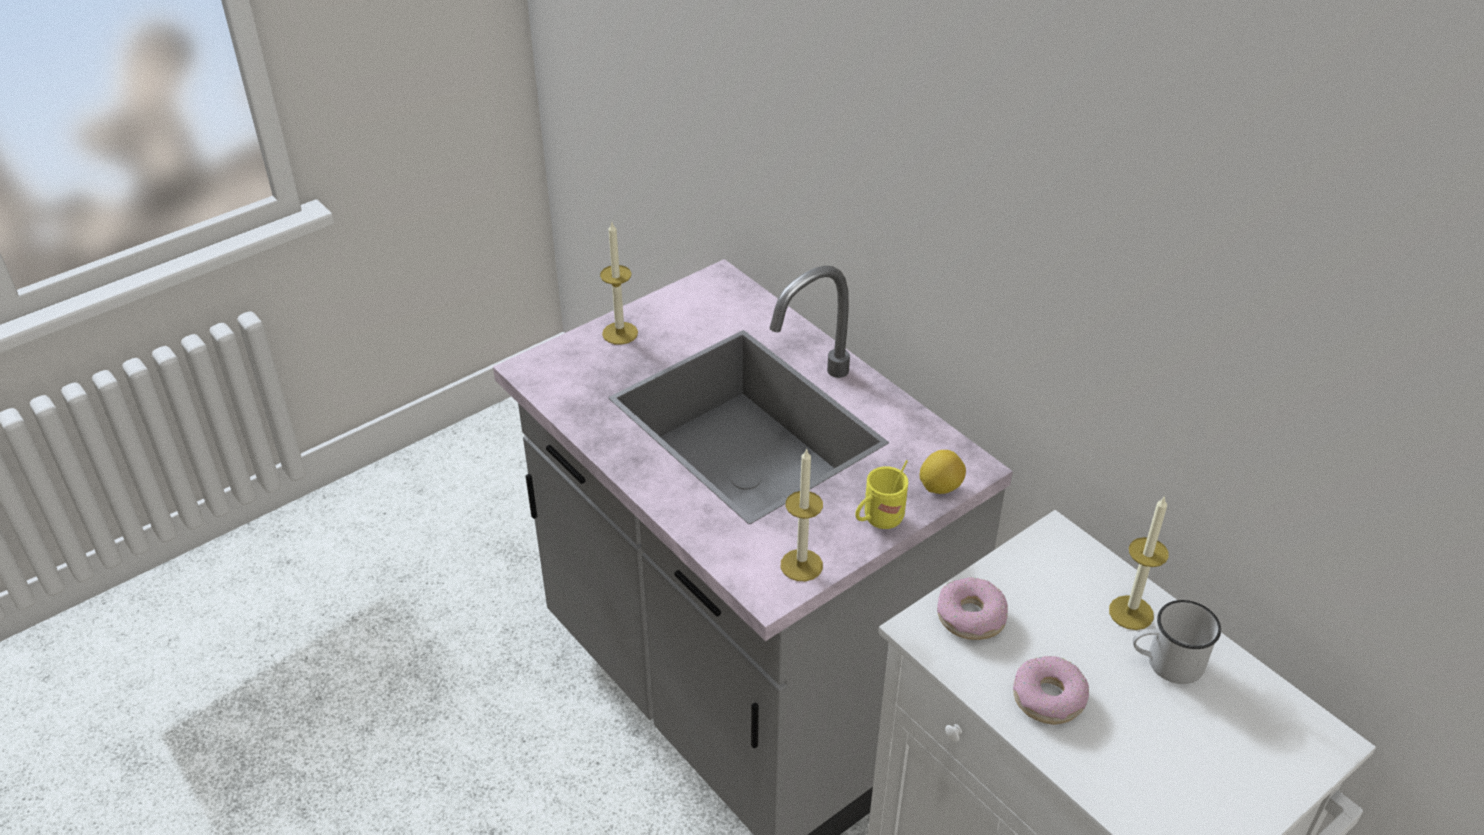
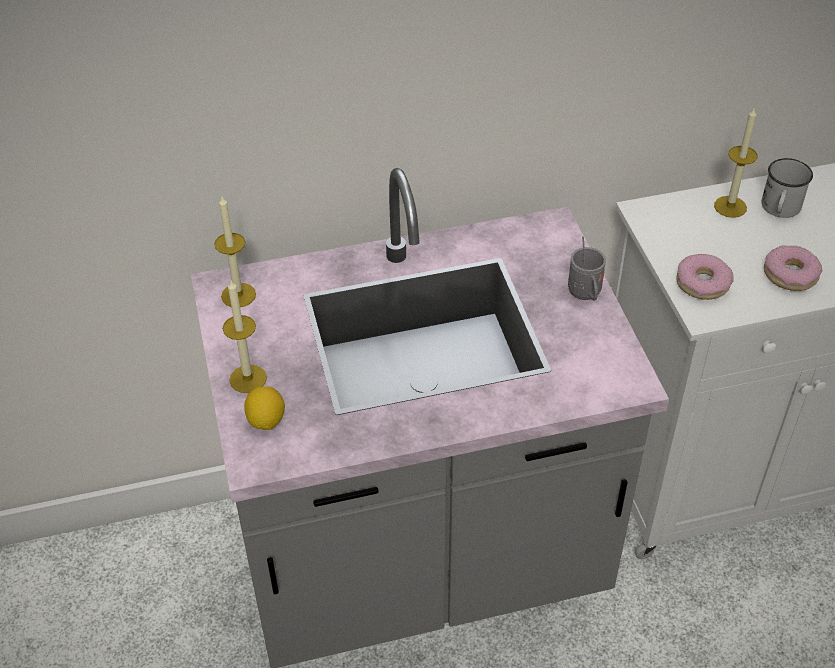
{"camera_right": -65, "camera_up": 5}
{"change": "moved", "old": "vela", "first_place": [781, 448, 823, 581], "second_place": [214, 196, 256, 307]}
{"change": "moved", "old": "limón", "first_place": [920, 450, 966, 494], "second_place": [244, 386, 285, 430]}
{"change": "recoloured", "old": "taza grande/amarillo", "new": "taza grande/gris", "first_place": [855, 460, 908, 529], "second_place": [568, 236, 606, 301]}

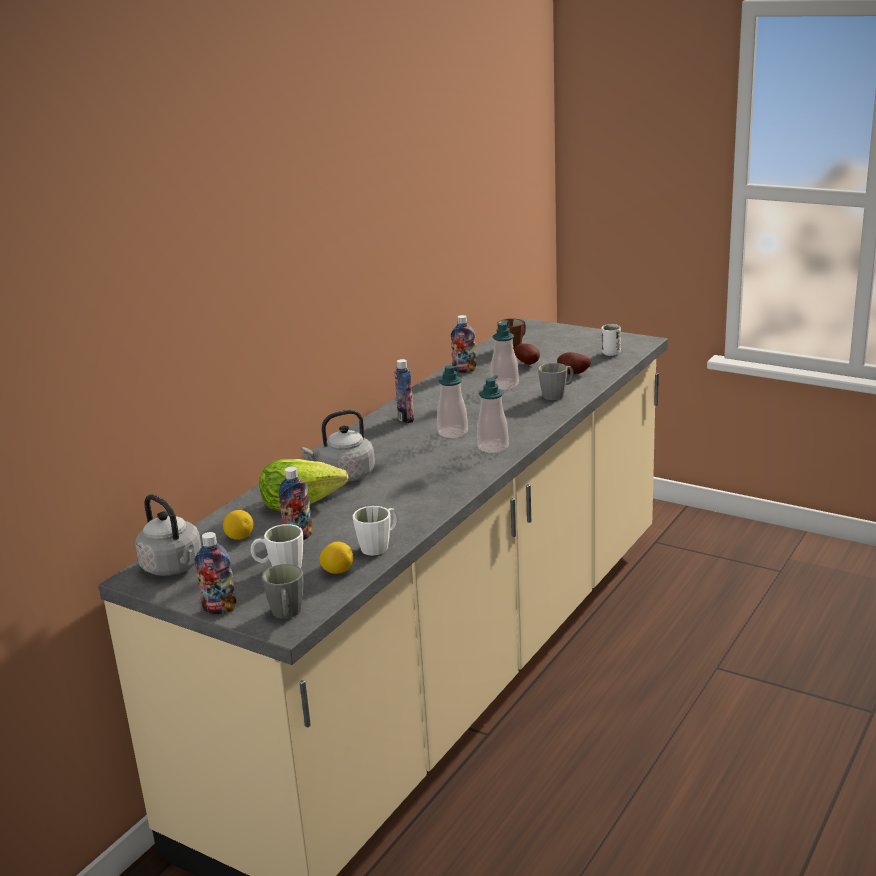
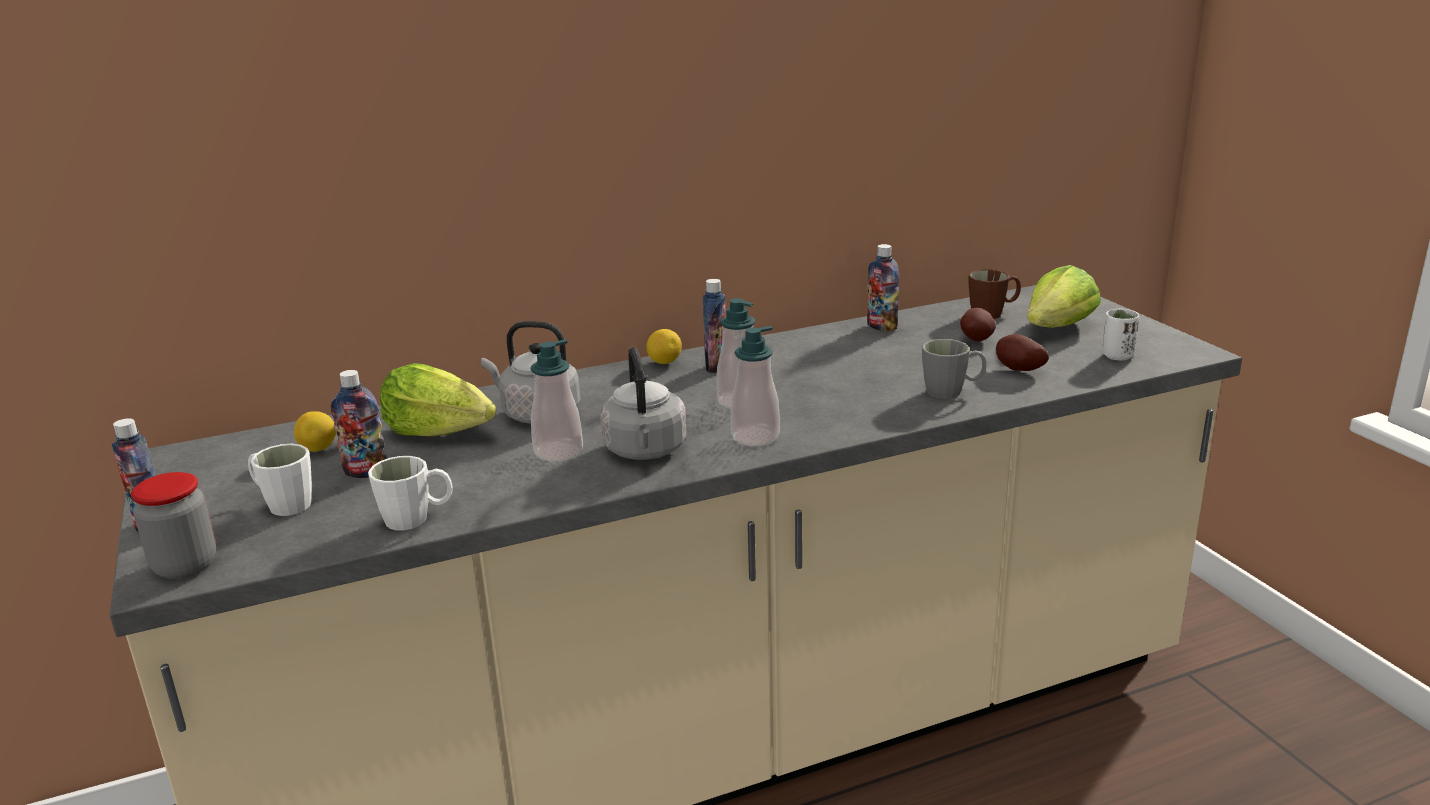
{"camera_right": 35, "camera_up": 0}
{"change": "added", "new": "lechuga", "second_place": [1027, 265, 1101, 328]}
{"change": "moved", "old": "hervidor/gris", "first_place": [135, 494, 202, 576], "second_place": [600, 347, 686, 460]}
{"change": "moved", "old": "limón", "first_place": [320, 542, 353, 574], "second_place": [646, 329, 682, 364]}
{"change": "moved", "old": "dispensador de jabón", "first_place": [491, 320, 519, 390], "second_place": [530, 339, 583, 462]}
{"change": "replaced", "old": "taza grande/gris", "new": "tarro", "first_place": [261, 564, 303, 619], "second_place": [131, 472, 216, 579]}

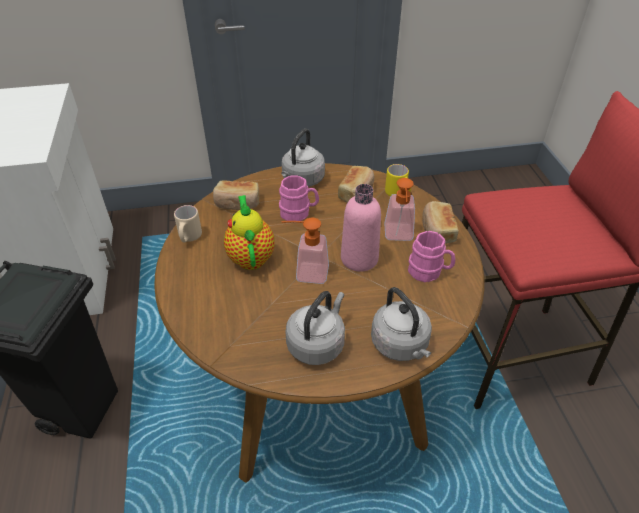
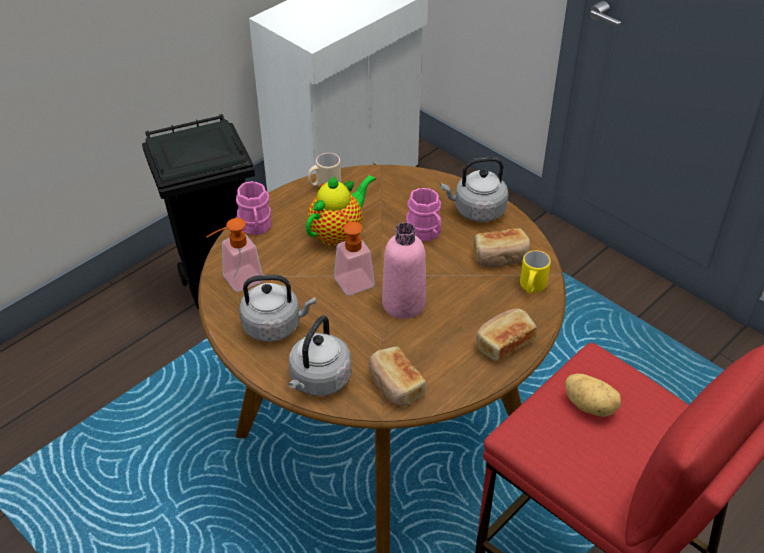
{"camera_right": 55, "camera_up": 0}
{"change": "added", "new": "patata", "second_place": [565, 374, 621, 417]}
{"change": "moved", "old": "pan", "first_place": [213, 180, 259, 210], "second_place": [368, 347, 426, 406]}
{"change": "moved", "old": "dispensador de jabón", "first_place": [384, 178, 415, 241], "second_place": [206, 218, 263, 292]}
{"change": "moved", "old": "taza grande/rosa", "first_place": [408, 231, 455, 282], "second_place": [236, 181, 272, 235]}

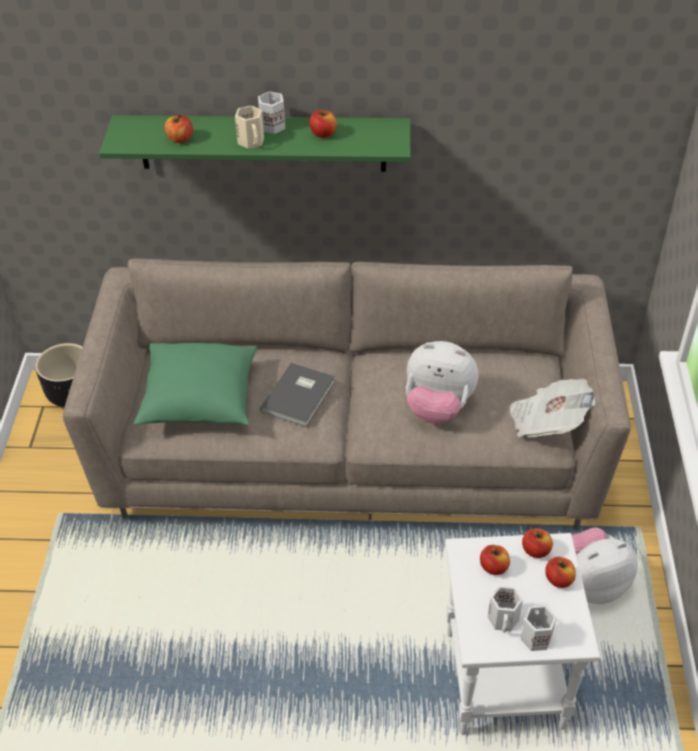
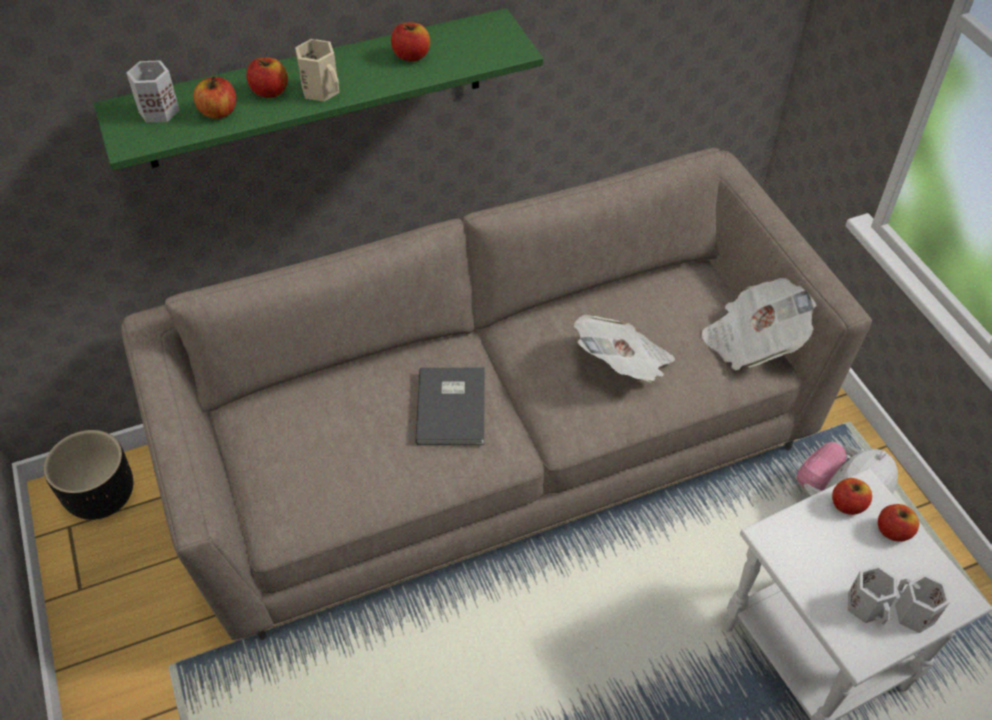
{"camera_right": -25, "camera_up": 5}
{"change": "removed", "old": "cojín/verde", "first_place": [134, 343, 258, 426]}
{"change": "moved", "old": "taza grande/blanco", "first_place": [258, 91, 285, 134], "second_place": [126, 60, 180, 123]}
{"change": "moved", "old": "manzana", "first_place": [480, 545, 510, 575], "second_place": [246, 58, 288, 98]}
{"change": "replaced", "old": "peluche", "new": "periódico", "first_place": [406, 341, 479, 424], "second_place": [574, 315, 675, 382]}

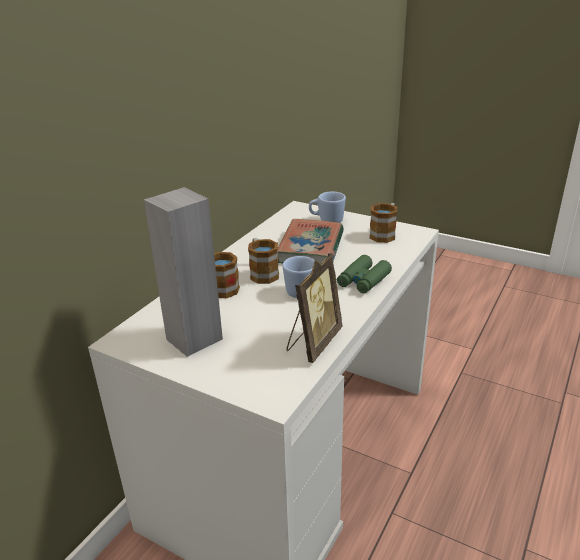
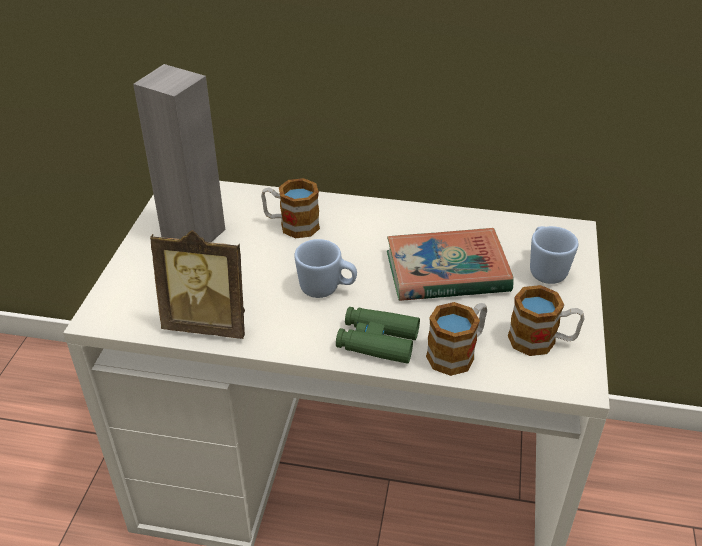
{"camera_right": 70, "camera_up": 10}
{"change": "moved", "old": "taza grande", "first_place": [248, 238, 279, 284], "second_place": [426, 302, 487, 376]}

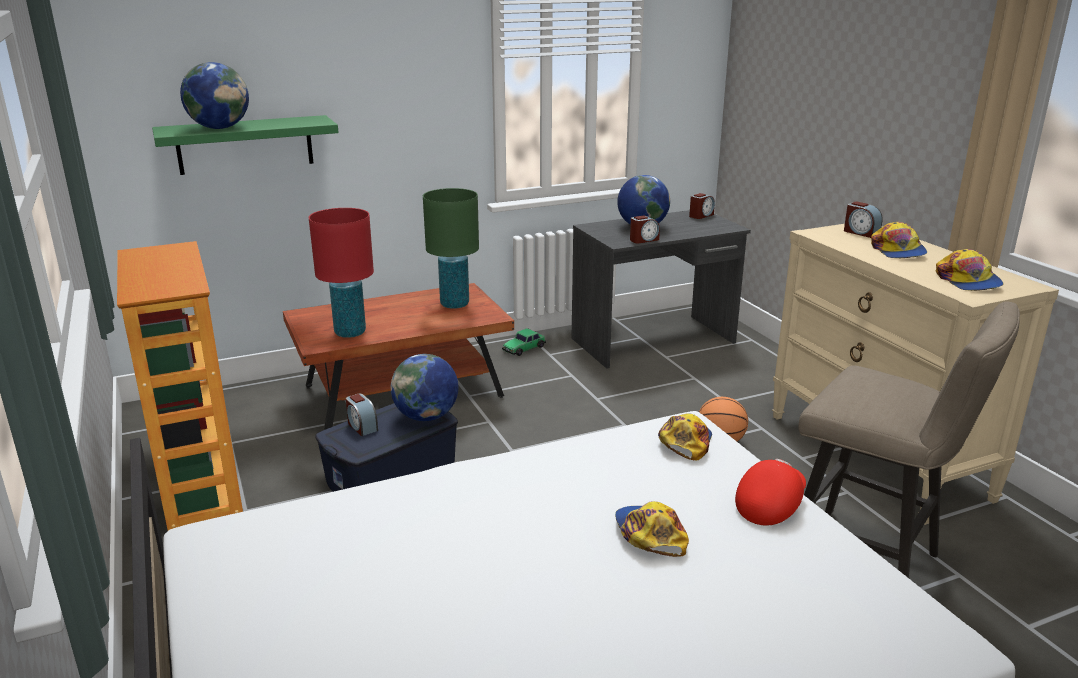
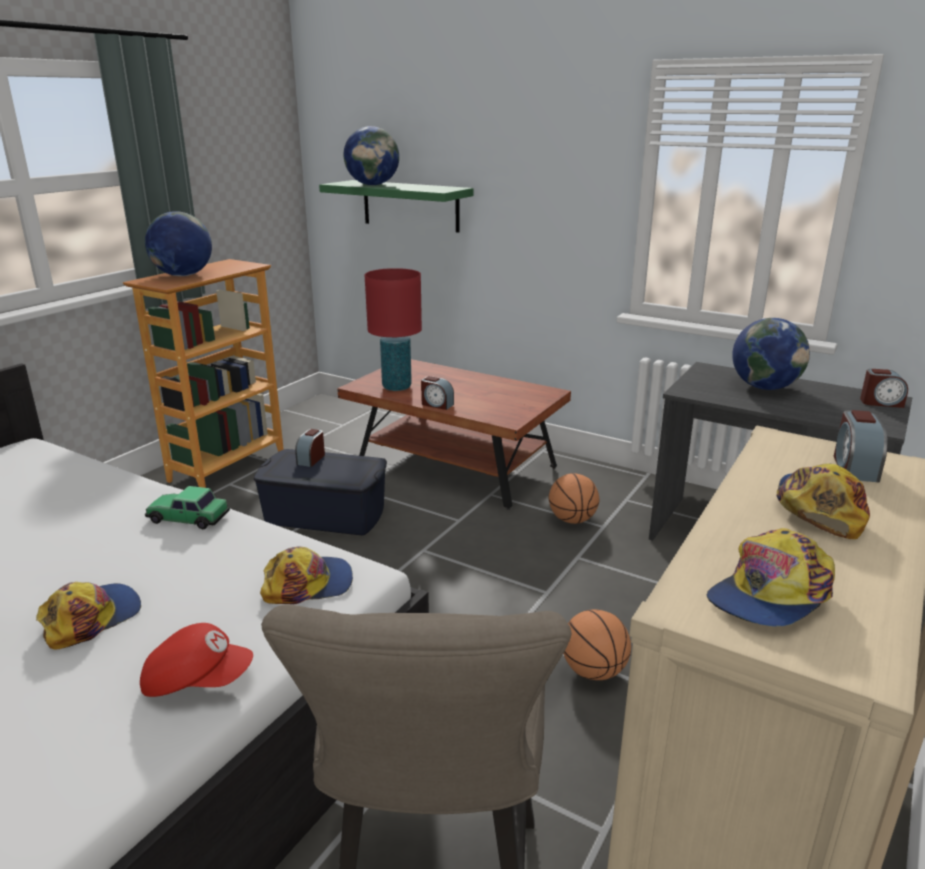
{"camera_right": 55, "camera_up": 0}
{"change": "removed", "old": "lámpara de mesa/verde", "first_place": [423, 188, 479, 309]}
{"change": "added", "new": "balón de baloncesto", "second_place": [549, 473, 600, 524]}
{"change": "moved", "old": "globo terráqueo", "first_place": [391, 354, 458, 421], "second_place": [145, 211, 212, 276]}
{"change": "moved", "old": "coche de juguete", "first_place": [502, 328, 546, 356], "second_place": [145, 486, 230, 530]}
{"change": "moved", "old": "despertador", "first_place": [630, 215, 660, 243], "second_place": [421, 376, 454, 410]}
{"change": "turned", "old": "gorra", "first_place": [871, 222, 927, 258], "second_place": [776, 463, 870, 539], "degrees": 150}

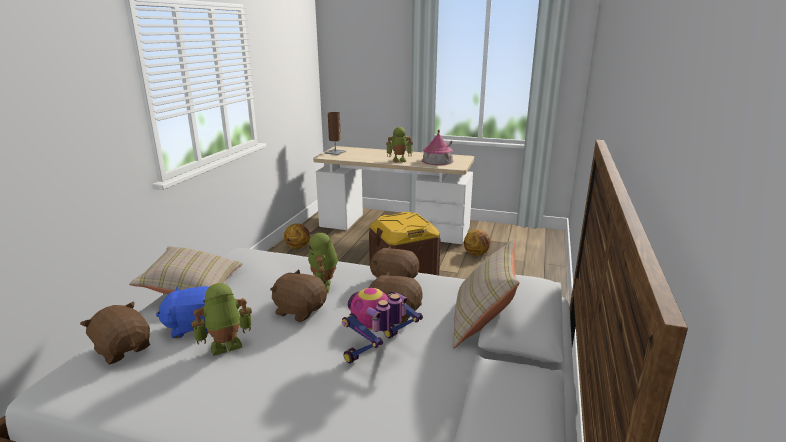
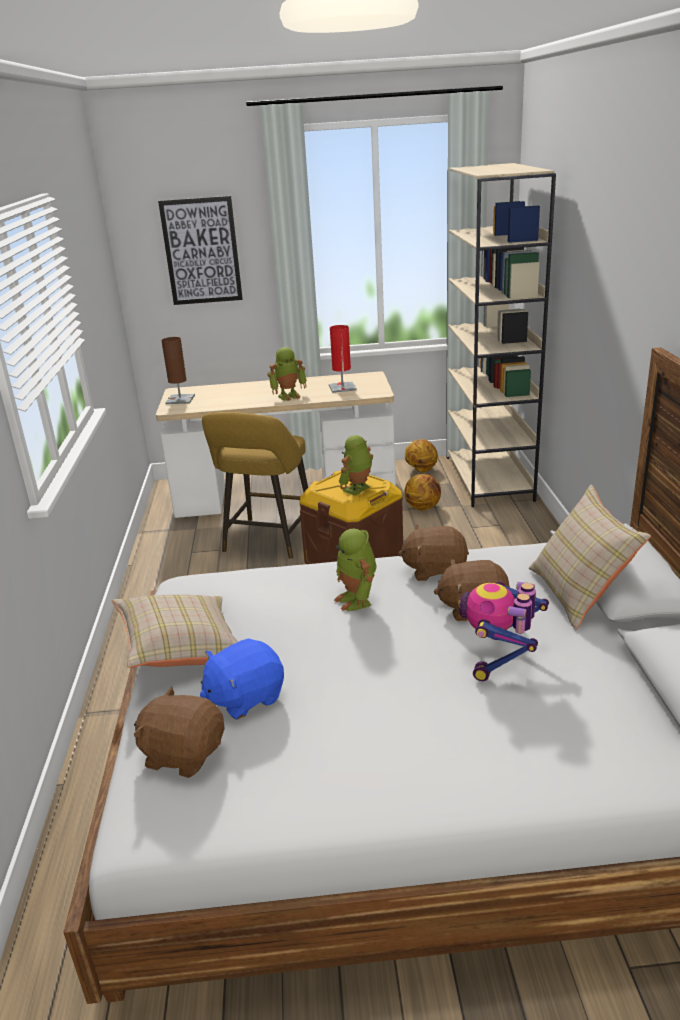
{"camera_right": -20, "camera_up": 5}
{"change": "removed", "old": "peluche/marrón", "first_place": [270, 270, 327, 322]}
{"change": "added", "new": "cuadro", "second_place": [158, 196, 243, 305]}
{"change": "added", "new": "taburete/amarillo", "second_place": [202, 412, 308, 559]}
{"change": "added", "new": "estantería/beis", "second_place": [446, 163, 556, 507]}
{"change": "moved", "old": "robot de juguete", "first_place": [192, 283, 252, 356], "second_place": [339, 435, 373, 496]}
{"change": "moved", "old": "balón de baloncesto", "first_place": [284, 224, 310, 249], "second_place": [405, 439, 438, 473]}
{"change": "replaced", "old": "casita", "new": "lámpara de mesa/rojo", "first_place": [422, 130, 454, 165], "second_place": [329, 325, 357, 393]}

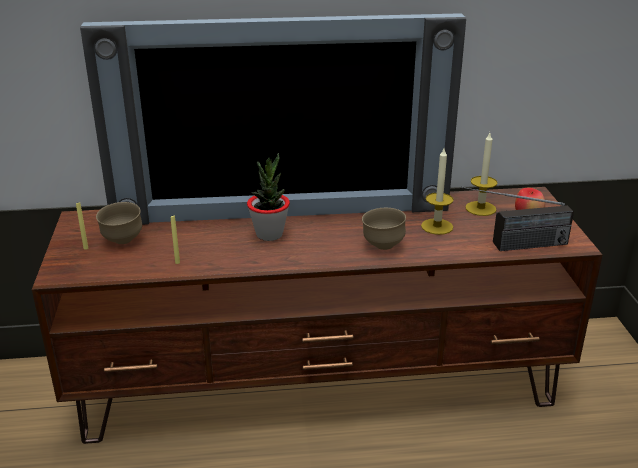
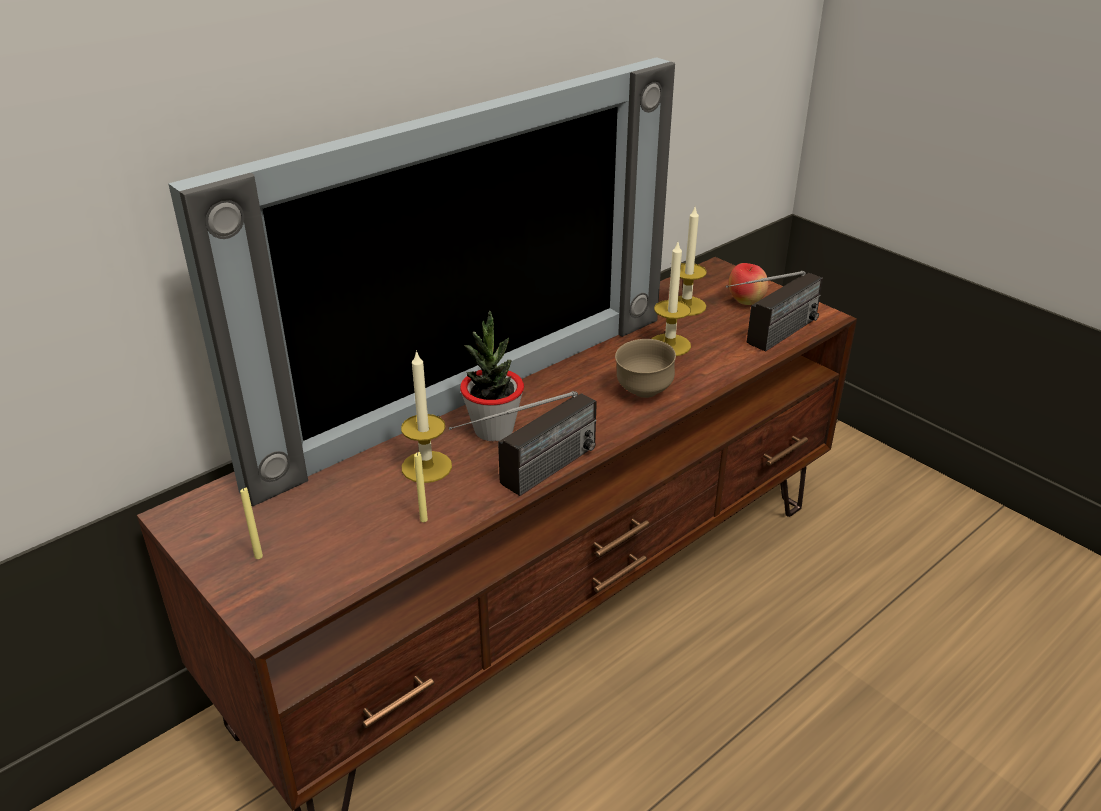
{"camera_right": -35, "camera_up": 5}
{"change": "removed", "old": "cuenco/marrón", "first_place": [96, 202, 142, 244]}
{"change": "added", "new": "vela", "second_place": [401, 350, 452, 483]}
{"change": "added", "new": "radio", "second_place": [449, 391, 597, 496]}

